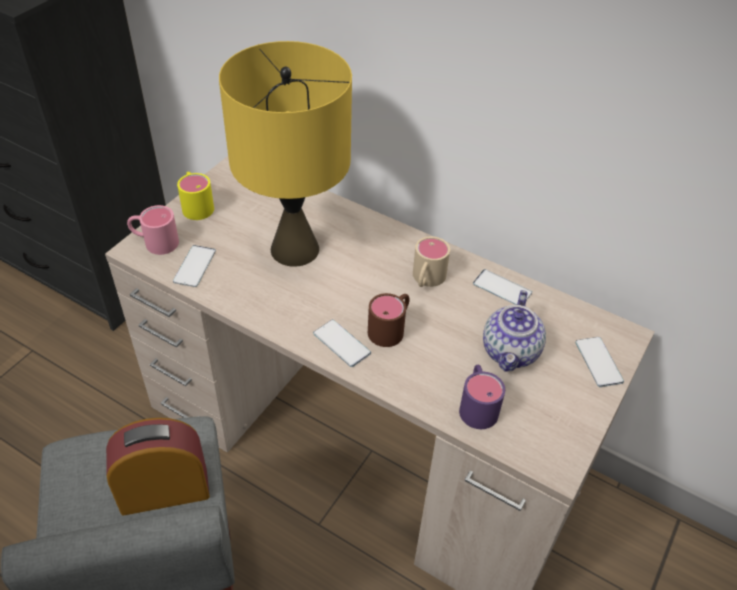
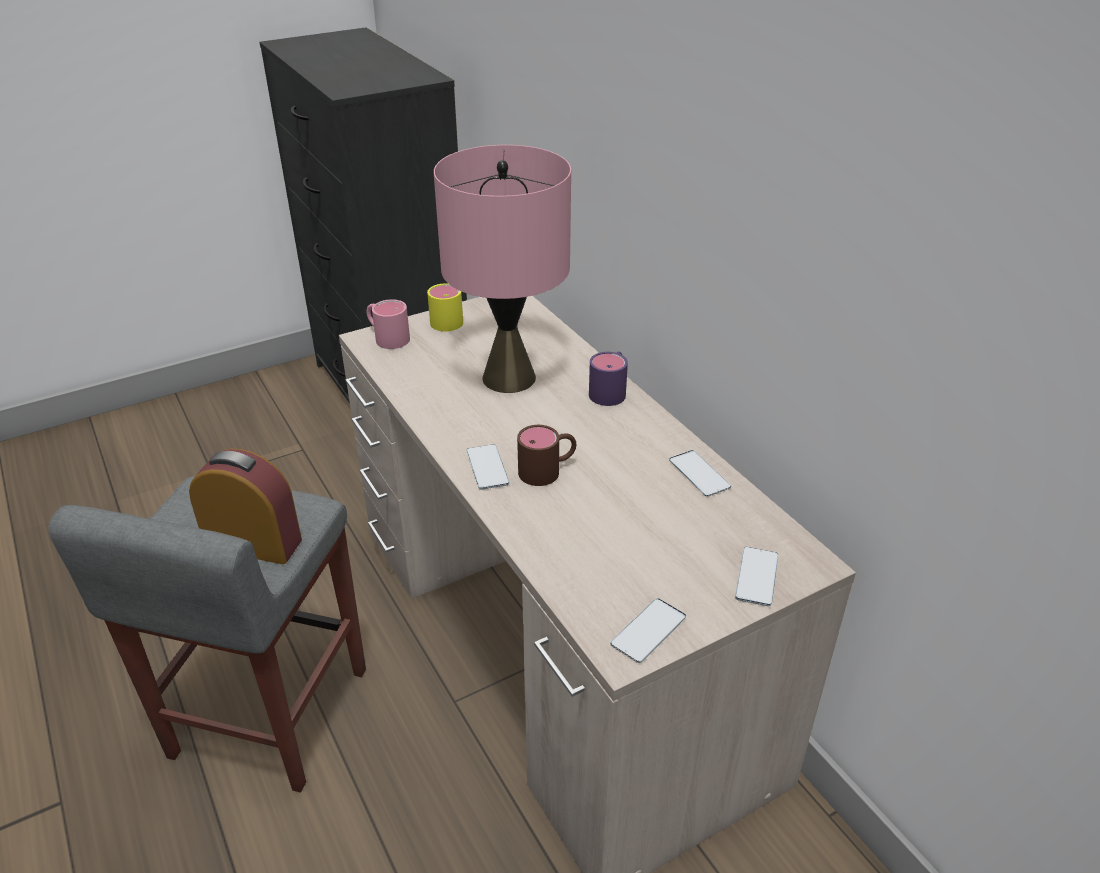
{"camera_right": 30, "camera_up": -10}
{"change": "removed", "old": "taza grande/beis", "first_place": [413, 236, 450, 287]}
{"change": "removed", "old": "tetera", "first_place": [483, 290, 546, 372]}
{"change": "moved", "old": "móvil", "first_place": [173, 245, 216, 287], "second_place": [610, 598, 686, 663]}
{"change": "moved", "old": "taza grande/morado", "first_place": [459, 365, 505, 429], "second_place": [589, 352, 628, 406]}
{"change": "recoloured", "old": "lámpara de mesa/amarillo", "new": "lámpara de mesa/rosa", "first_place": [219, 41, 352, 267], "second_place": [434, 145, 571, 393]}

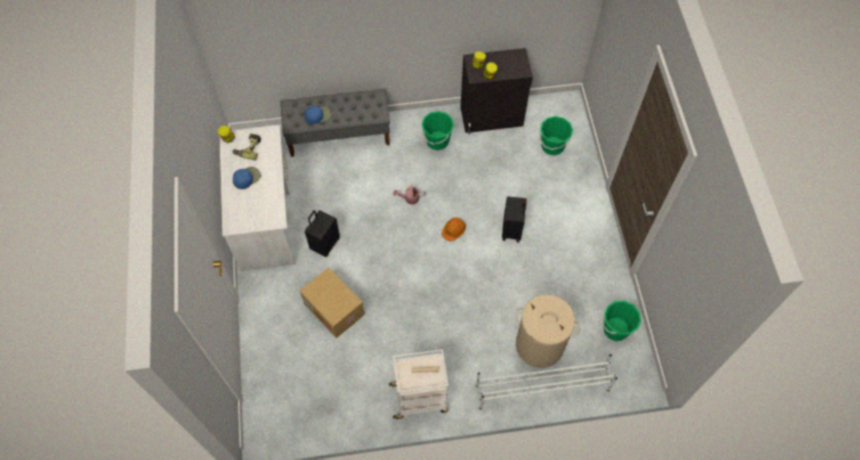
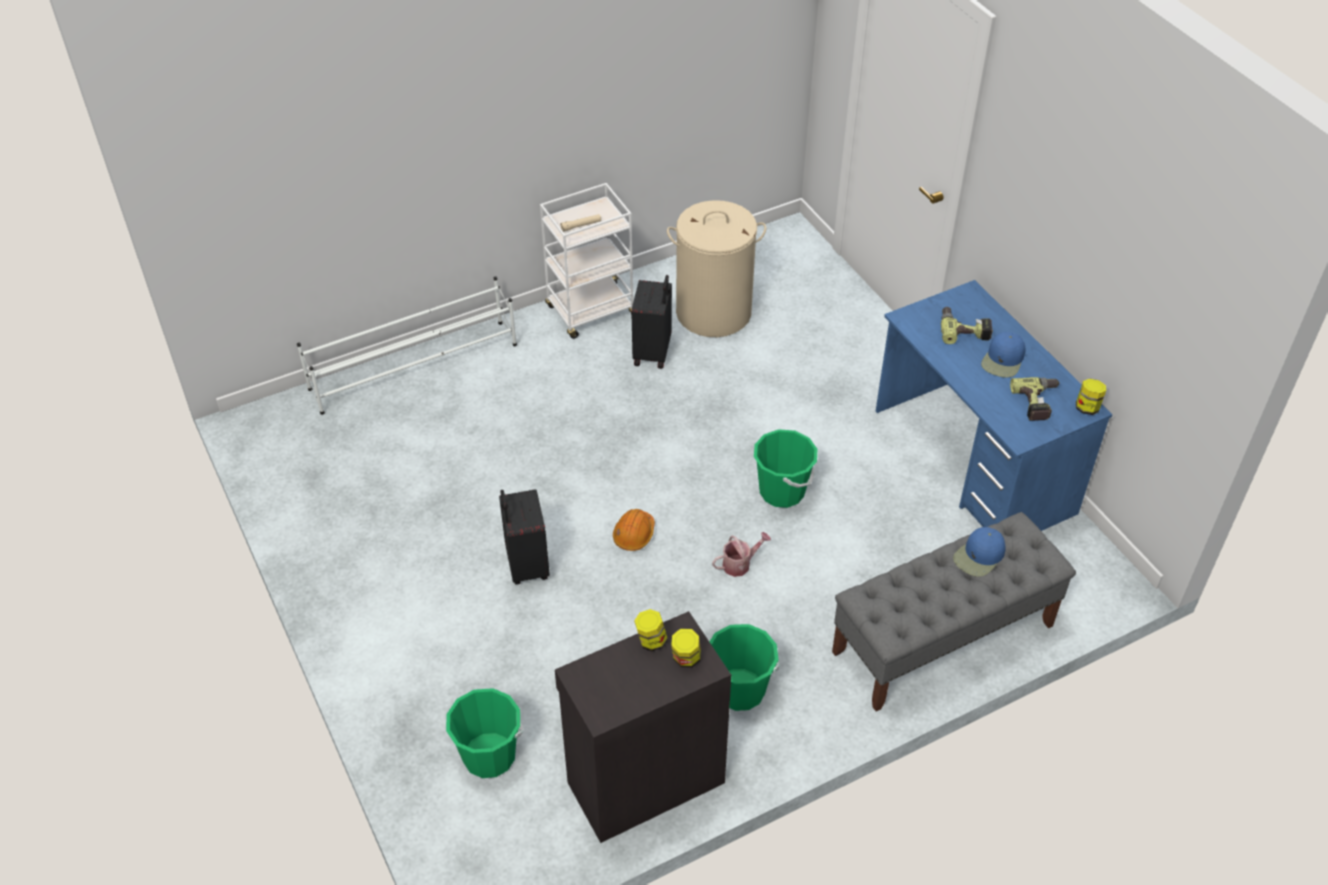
{"camera_right": 160, "camera_up": -15}
{"change": "removed", "old": "caja de cartón", "first_place": [300, 267, 365, 338]}
{"change": "added", "new": "taladro", "second_place": [941, 307, 993, 344]}
{"change": "moved", "old": "maleta/negro", "first_place": [305, 210, 340, 257], "second_place": [631, 275, 672, 369]}
{"change": "moved", "old": "cesto de la ropa/beis", "first_place": [516, 295, 581, 368], "second_place": [667, 200, 766, 337]}
{"change": "moved", "old": "cubo/verde", "first_place": [602, 300, 641, 341], "second_place": [754, 429, 817, 508]}
{"change": "recoloured", "old": "escritorio/blanco", "new": "escritorio/azul", "first_place": [219, 125, 295, 271], "second_place": [876, 280, 1112, 531]}

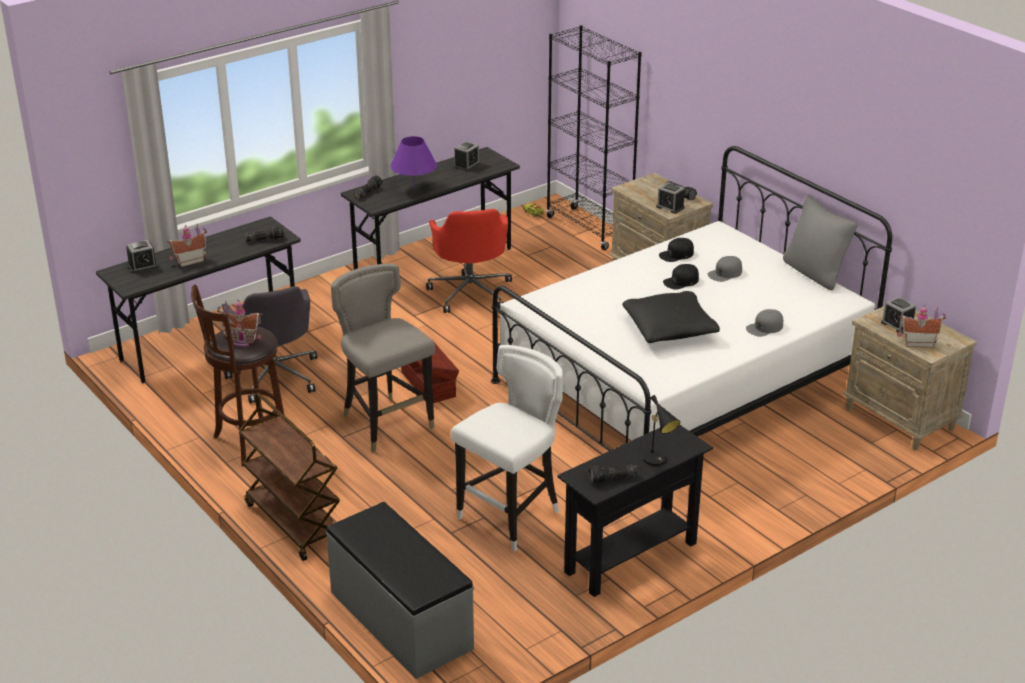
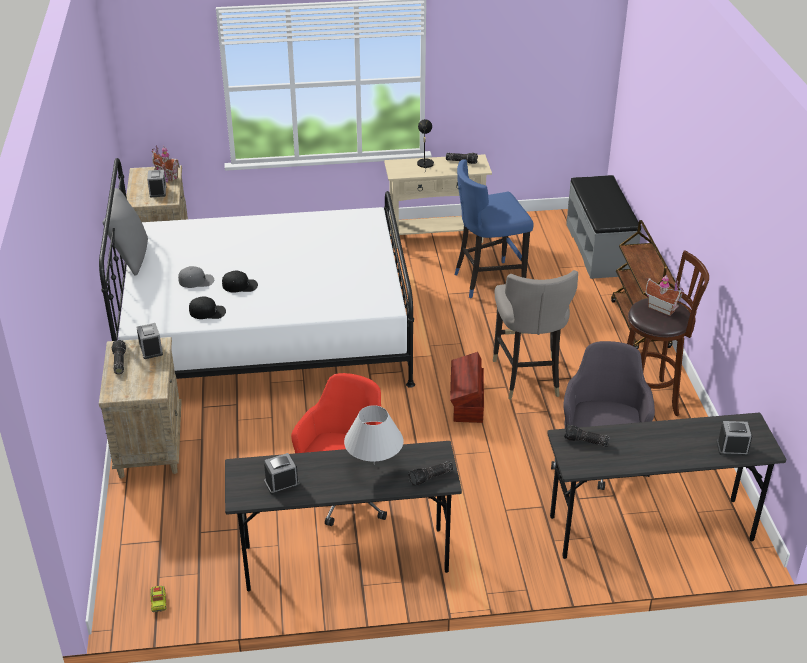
{"camera_right": -150, "camera_up": 5}
{"change": "removed", "old": "casita", "first_place": [167, 224, 207, 267]}
{"change": "removed", "old": "estantería/negro", "first_place": [546, 25, 642, 250]}
{"change": "removed", "old": "cojín/negro", "first_place": [622, 291, 720, 343]}
{"change": "removed", "old": "gorra/gris", "first_place": [746, 309, 783, 337]}
{"change": "recoloured", "old": "lámpara de mesa/morado", "new": "lámpara de mesa/blanco", "first_place": [390, 136, 437, 189], "second_place": [344, 405, 404, 465]}
{"change": "recoloured", "old": "taburete/blanco", "new": "taburete/azul", "first_place": [451, 345, 563, 552], "second_place": [455, 159, 534, 298]}
{"change": "recoloured", "old": "mesa consola/negro", "new": "mesa consola/beis", "first_place": [557, 425, 713, 597], "second_place": [384, 154, 492, 248]}

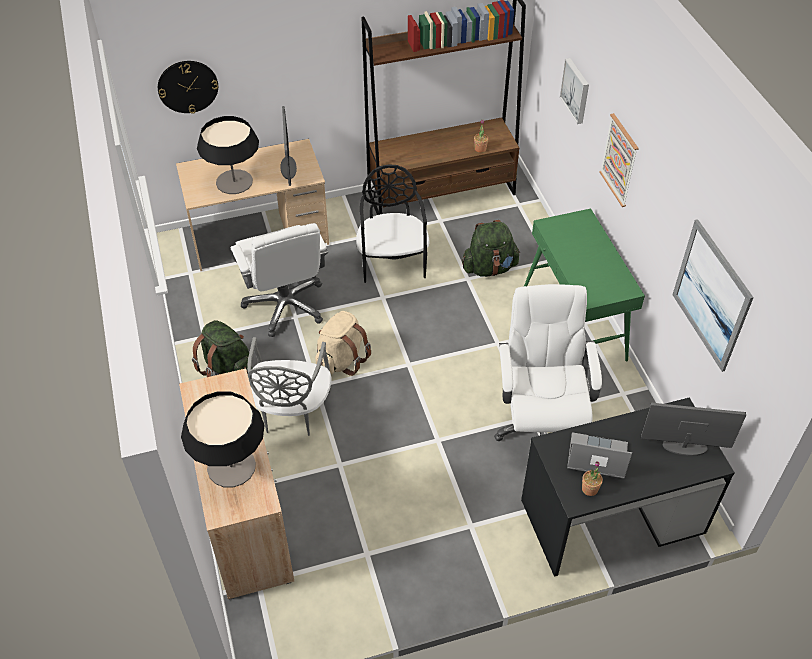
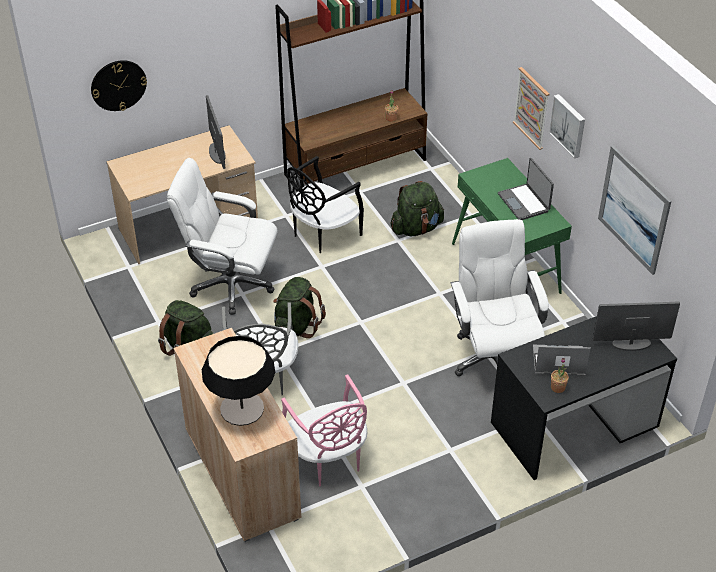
{"camera_right": -10, "camera_up": -5}
{"change": "removed", "old": "lámpara de mesa", "first_place": [197, 116, 259, 194]}
{"change": "added", "new": "silla/rosa", "second_place": [281, 374, 367, 486]}
{"change": "added", "new": "portátil", "second_place": [498, 158, 554, 220]}
{"change": "moved", "old": "cuadro", "first_place": [560, 58, 589, 124], "second_place": [549, 94, 585, 159]}
{"change": "recoloured", "old": "mochila/beis", "new": "mochila/verde", "first_place": [315, 311, 371, 376], "second_place": [273, 277, 326, 338]}
{"change": "turned", "old": "silla de oficina/blanco", "first_place": [230, 223, 328, 337], "second_place": [167, 158, 278, 315], "degrees": 135}
{"change": "turned", "old": "silla/negro", "first_place": [356, 164, 430, 283], "second_place": [287, 156, 364, 253], "degrees": -120}

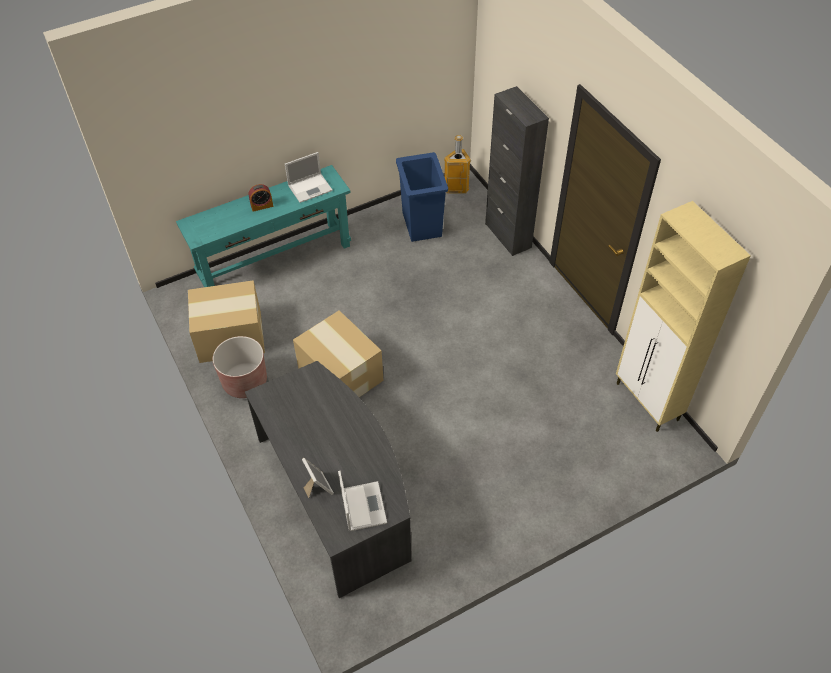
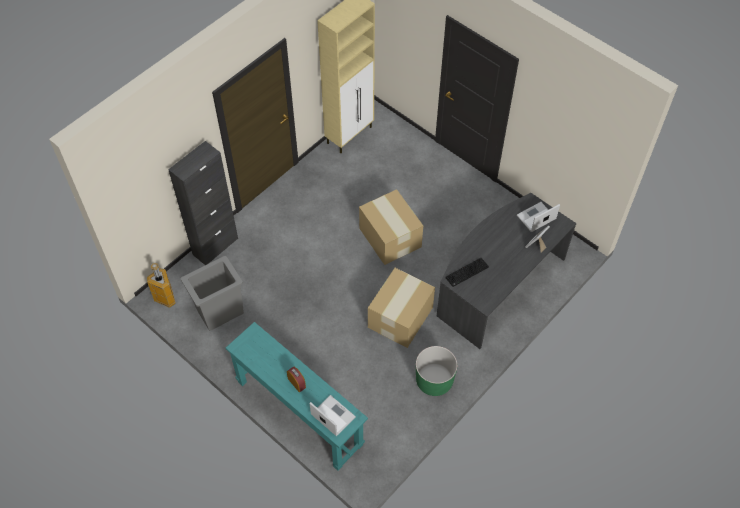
{"camera_right": -110, "camera_up": 5}
{"change": "added", "new": "teclado", "second_place": [445, 258, 489, 287]}
{"change": "moved", "old": "caja de cartón", "first_place": [188, 280, 265, 363], "second_place": [359, 189, 423, 265]}
{"change": "moved", "old": "portátil", "first_place": [285, 152, 333, 203], "second_place": [309, 395, 356, 436]}
{"change": "recoloured", "old": "maceta/marrón", "new": "maceta/verde", "first_place": [213, 336, 267, 398], "second_place": [416, 346, 457, 396]}
{"change": "recoloured", "old": "papelera/azul", "new": "papelera/gris", "first_place": [396, 152, 448, 242], "second_place": [181, 256, 244, 331]}

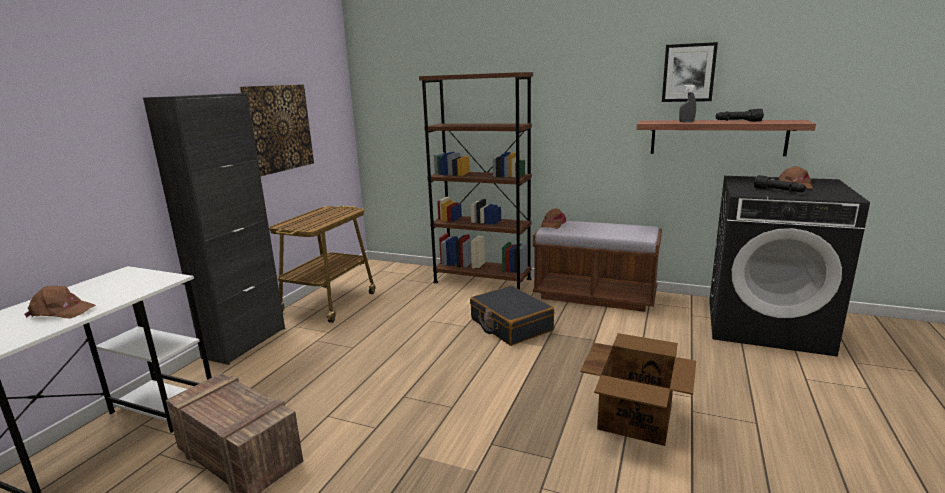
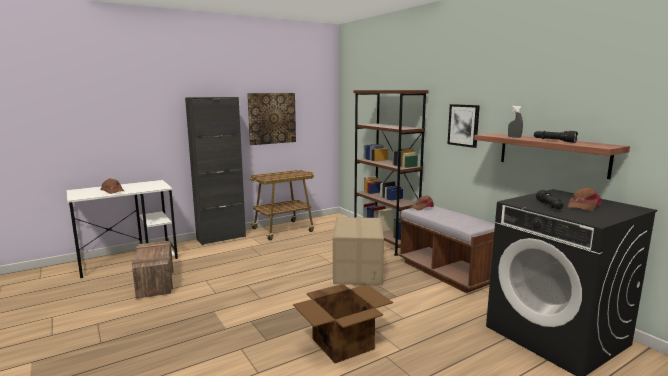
{"camera_right": 35, "camera_up": -5}
{"change": "moved", "old": "cuadro", "first_place": [662, 42, 718, 102], "second_place": [447, 104, 480, 148]}
{"change": "replaced", "old": "maleta/negro", "new": "caja de cartón", "first_place": [470, 285, 554, 346], "second_place": [333, 217, 384, 285]}

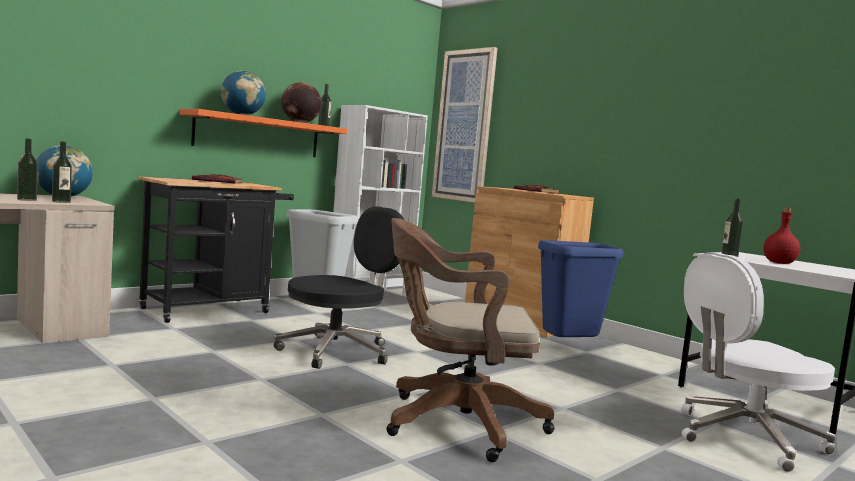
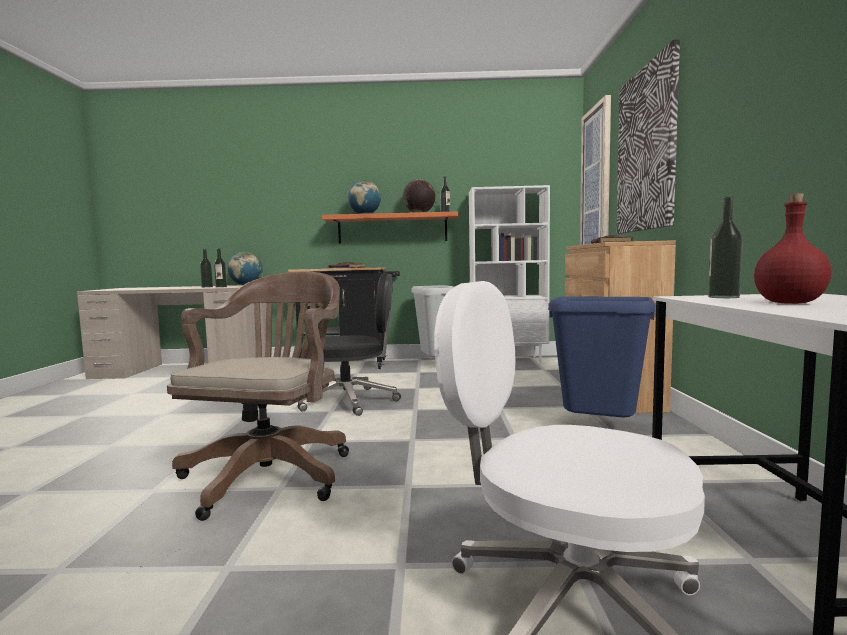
{"camera_right": 45, "camera_up": 0}
{"change": "added", "new": "cuadro", "second_place": [617, 39, 680, 234]}
{"change": "turned", "old": "silla de oficina/marrón", "first_place": [387, 218, 554, 462], "second_place": [167, 271, 349, 521], "degrees": 60}

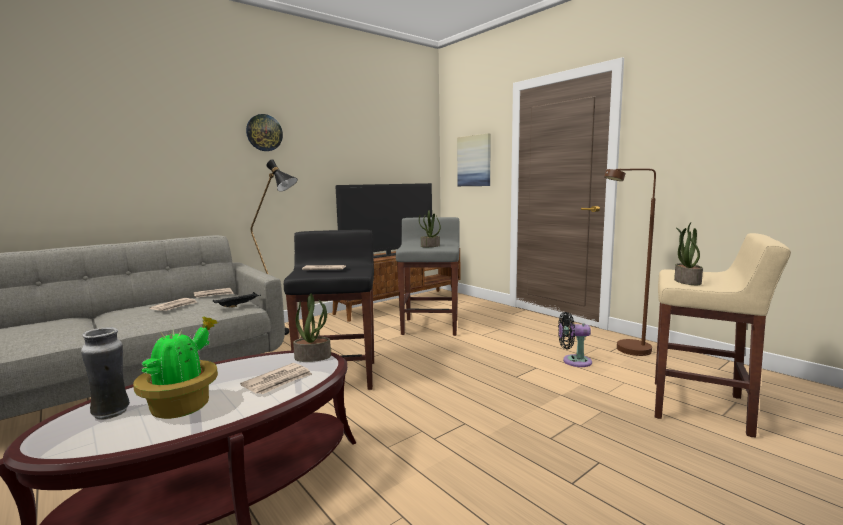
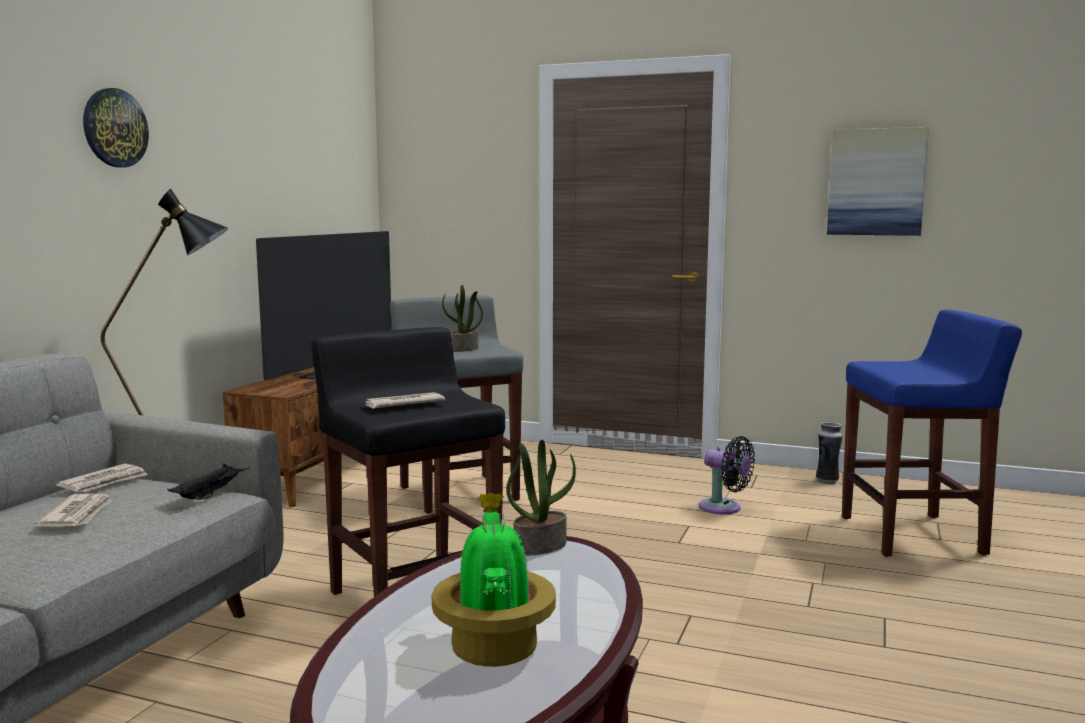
{"camera_right": -30, "camera_up": 0}
{"change": "removed", "old": "periódico", "first_place": [240, 363, 312, 394]}
{"change": "removed", "old": "lámpara de pie/marrón", "first_place": [604, 168, 656, 356]}
{"change": "removed", "old": "planta en maceta", "first_place": [674, 222, 703, 285]}
{"change": "moved", "old": "florero", "first_place": [81, 327, 130, 420], "second_place": [816, 422, 843, 484]}
{"change": "moved", "old": "cuadro", "first_place": [457, 133, 491, 186], "second_place": [827, 127, 929, 236]}
{"change": "recoloured", "old": "taburete/beis", "new": "taburete/azul", "first_place": [655, 233, 791, 438], "second_place": [842, 310, 1022, 557]}
{"change": "turned", "old": "ventilador/negro", "first_place": [558, 312, 592, 367], "second_place": [699, 436, 755, 514], "degrees": -120}

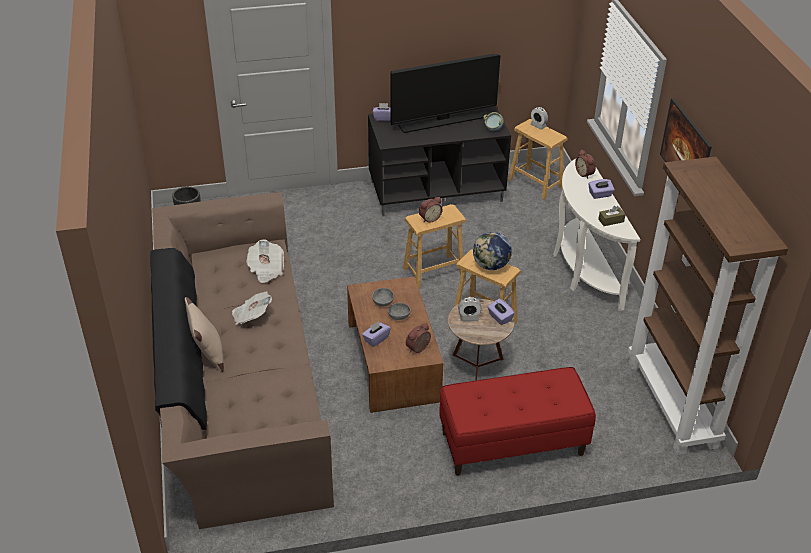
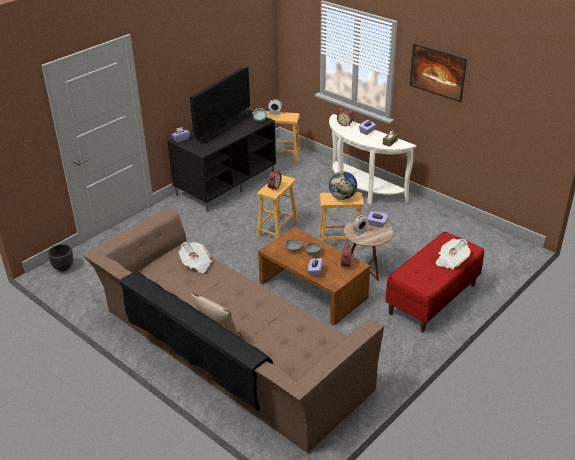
{"camera_right": -35, "camera_up": -5}
{"change": "removed", "old": "estantería/marrón", "first_place": [628, 157, 788, 455]}
{"change": "moved", "old": "periódico", "first_place": [232, 291, 272, 325], "second_place": [435, 239, 471, 269]}

